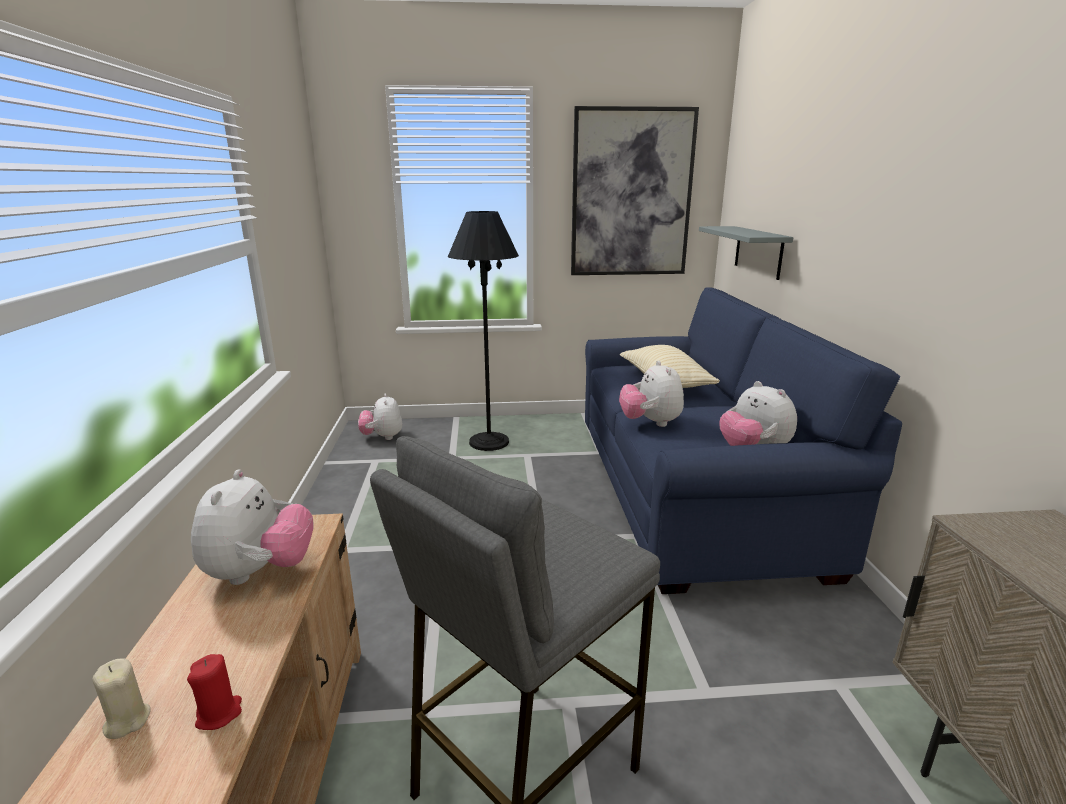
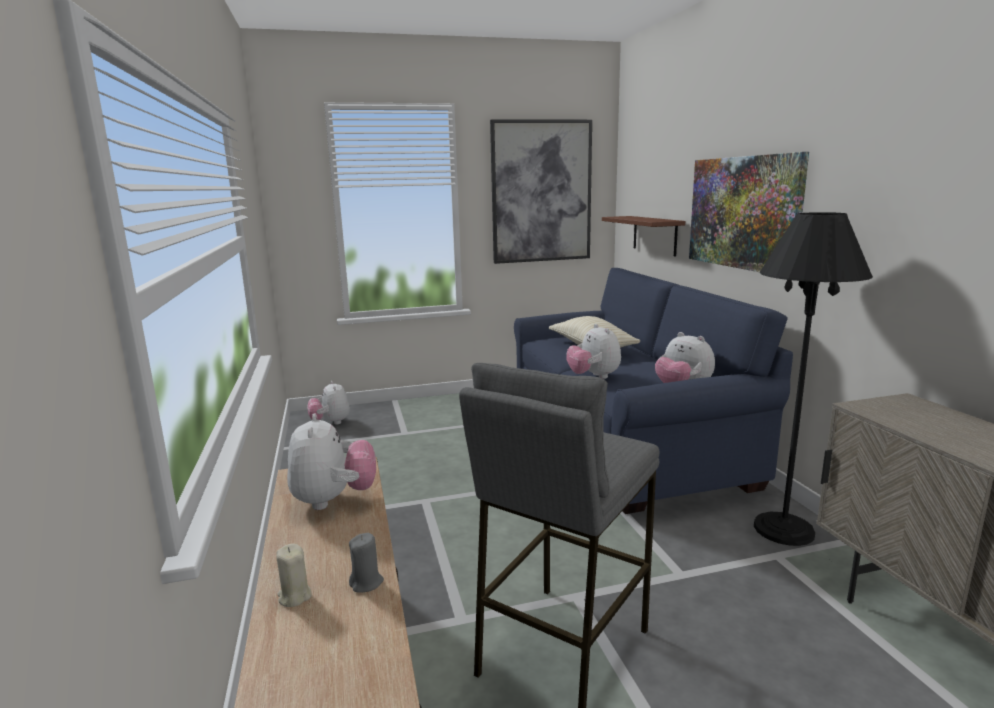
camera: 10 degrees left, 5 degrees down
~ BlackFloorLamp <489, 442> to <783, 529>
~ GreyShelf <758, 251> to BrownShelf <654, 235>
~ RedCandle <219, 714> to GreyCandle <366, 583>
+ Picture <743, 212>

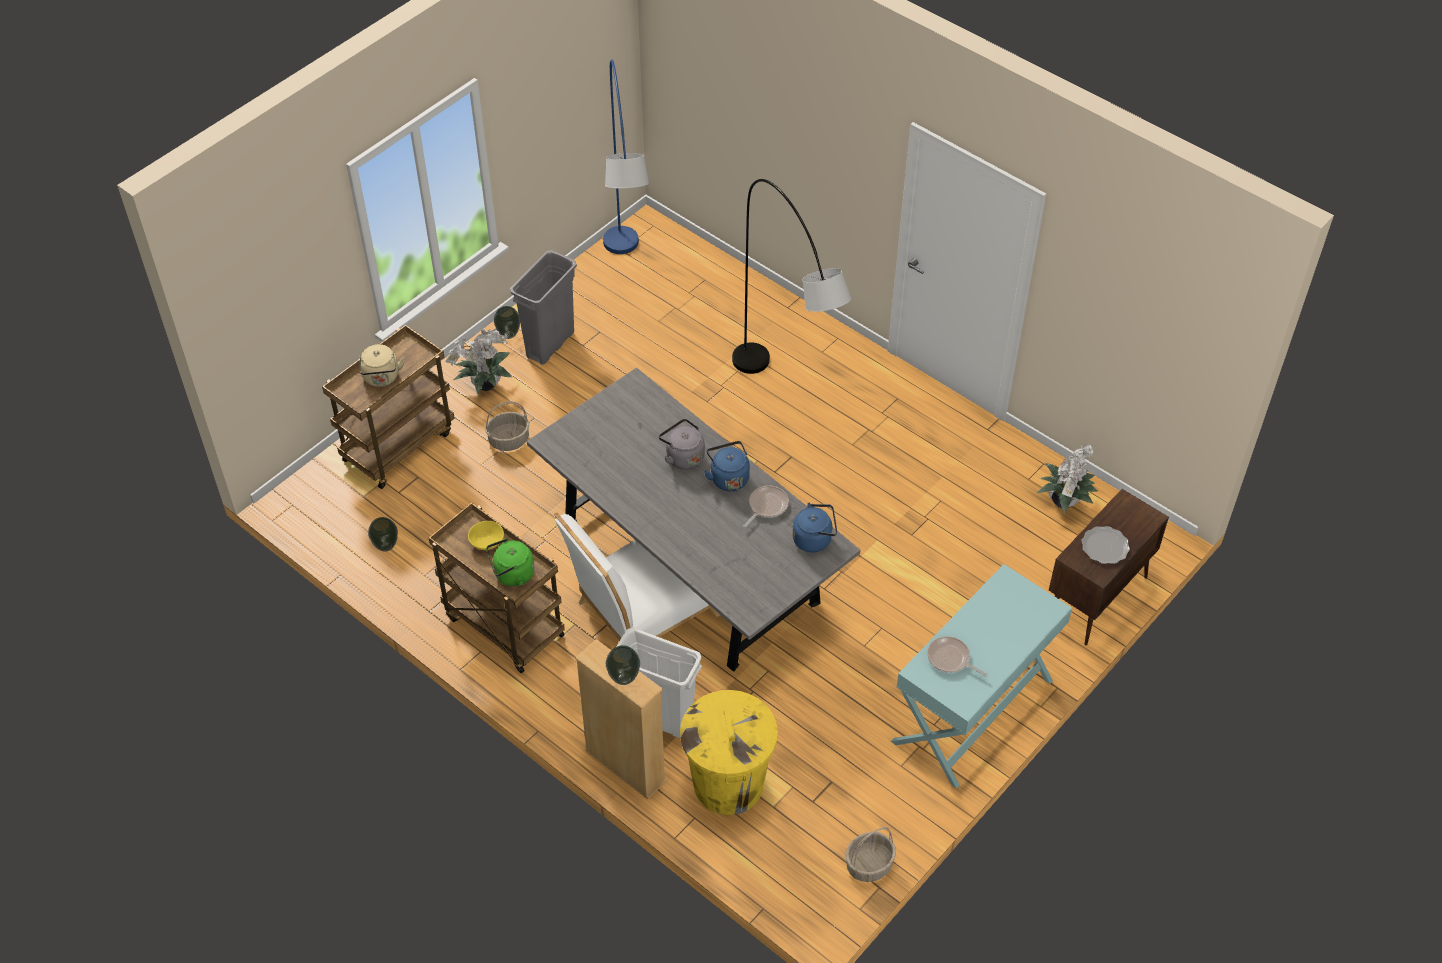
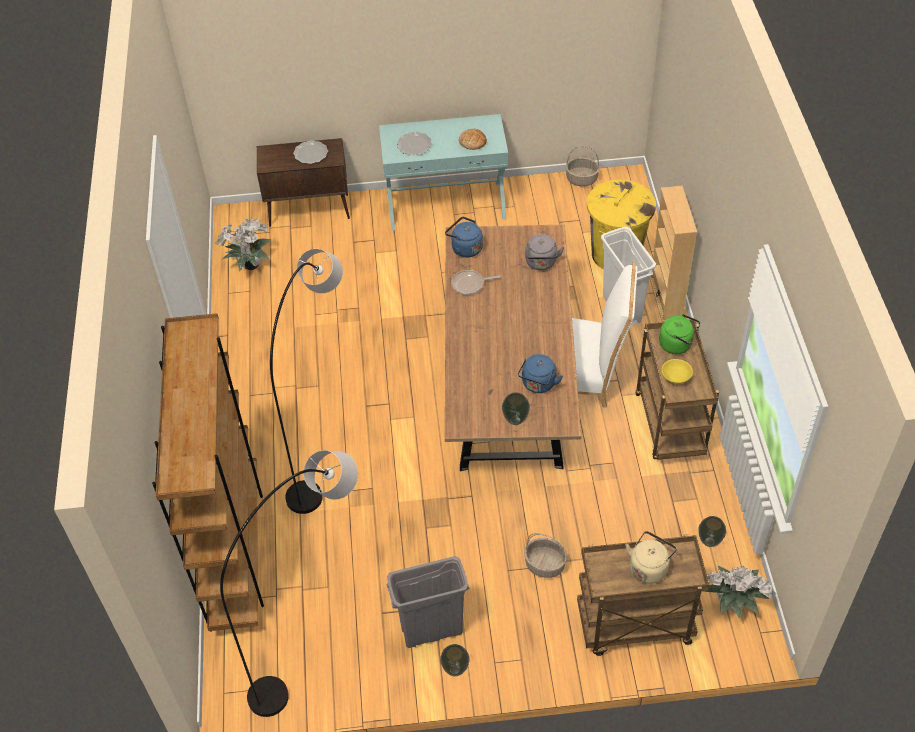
camera: 135 degrees left, 0 degrees up
~ BlueFloorLamp <628, 289> to GreyFloorLamp <316, 639>
~ PottedPlant <484, 385> to <733, 604>
~ GreyDiningTable <690, 562> to BrownDiningTable <508, 383>
~ GreyKettle <683, 457> to <541, 263>
~ BlueKettle <728, 477> to <538, 385>
~ FryingPan <950, 659> to Bread <472, 141>
~ Vase <623, 678> to <515, 420>
+ Plate <414, 145>
+ BrownBookcase <236, 551>

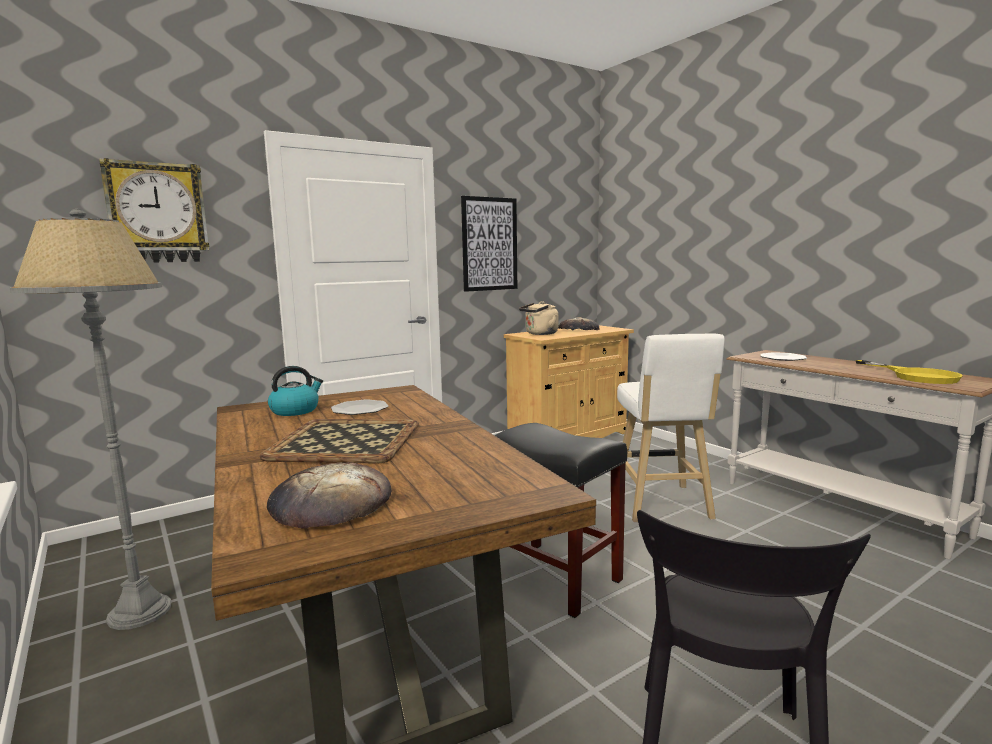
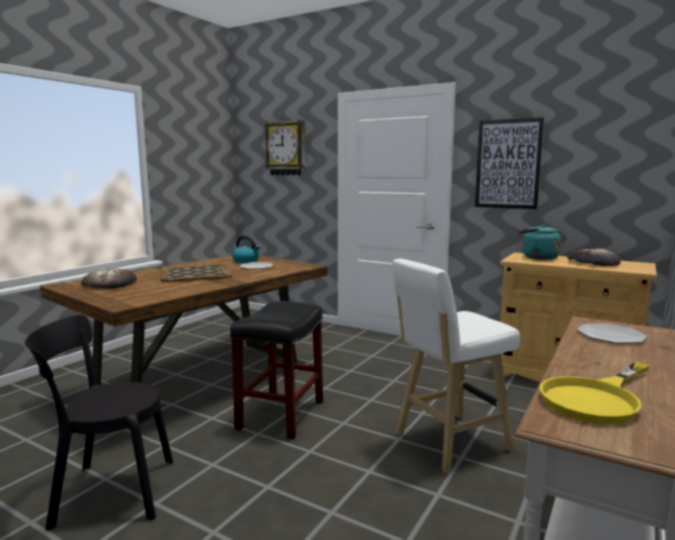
camera: 65 degrees right, 0 degrees up
- GreyFloorLamp <140, 611>
~ BeigeKettle <540, 334> to TurquoiseKettle <537, 257>

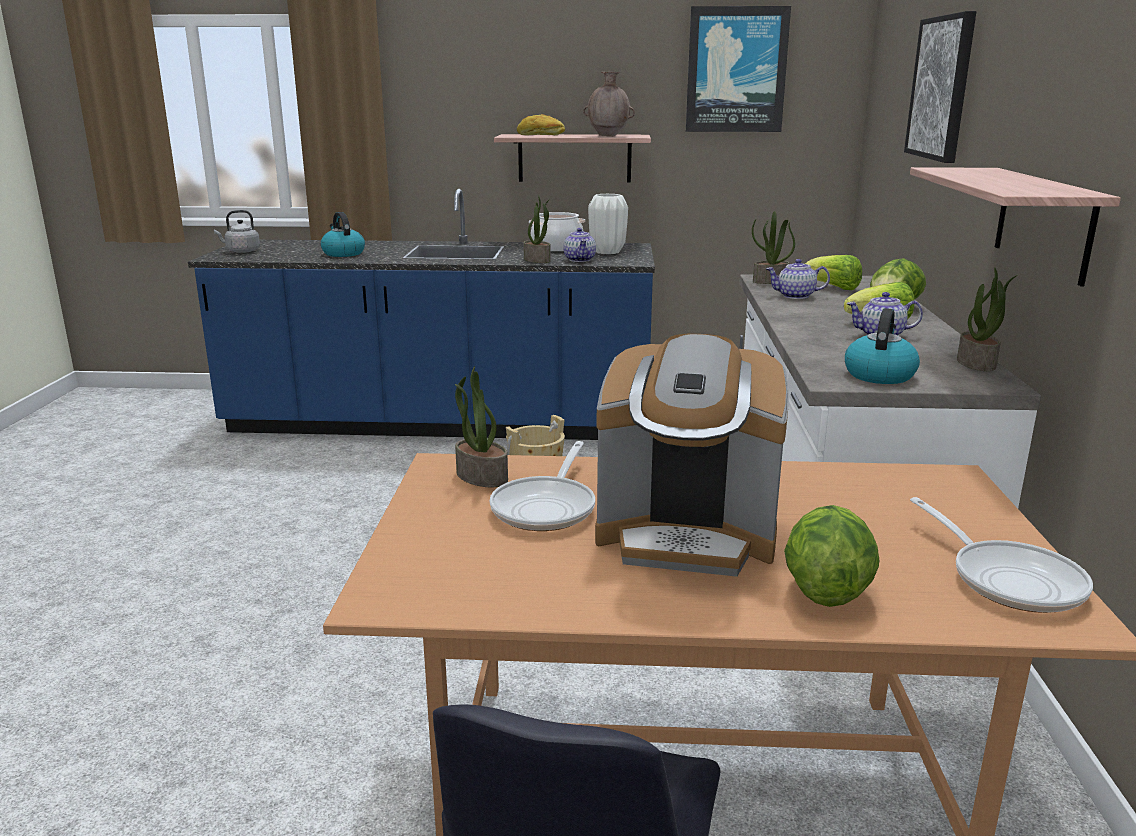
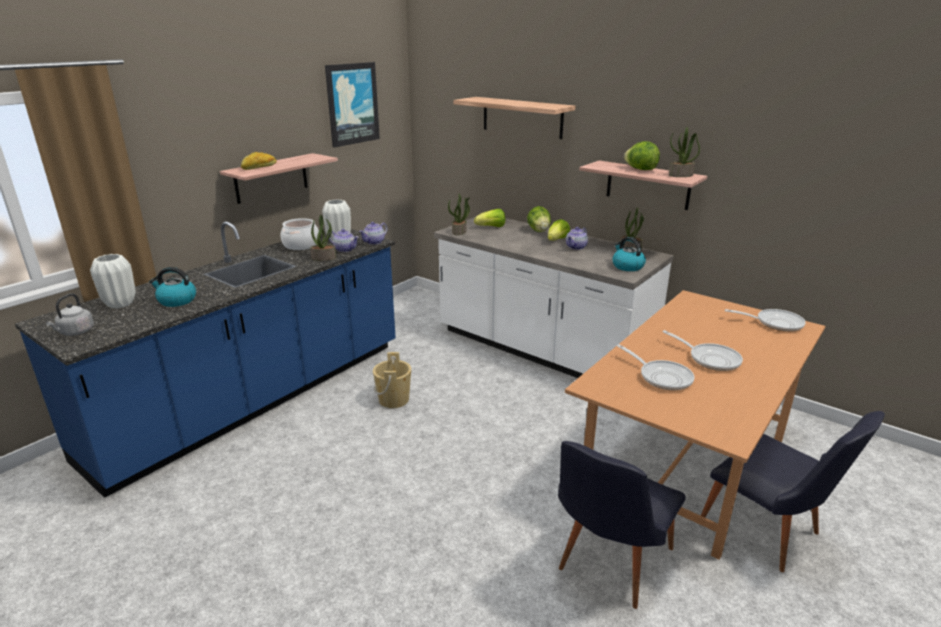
camera: 55 degrees left, 5 degrees up
~ Picture <941, 88> to Shelf <522, 117>
- BrownVase <608, 136>
~ Teapot <795, 296> to <374, 242>
~ CoffeeMachine <687, 536> to FryingPan <710, 359>
~ PottedPlant <480, 477> to <680, 175>
~ Lettuce <824, 590> to <640, 169>
+ WhiteVase <120, 304>
+ BlackChair <608, 564>

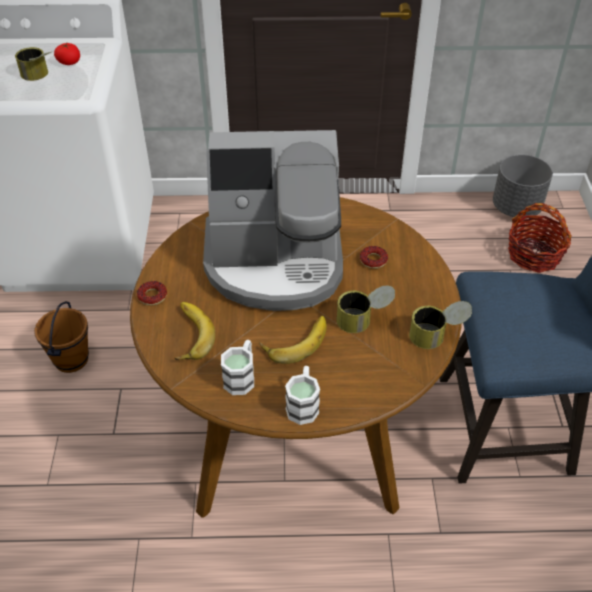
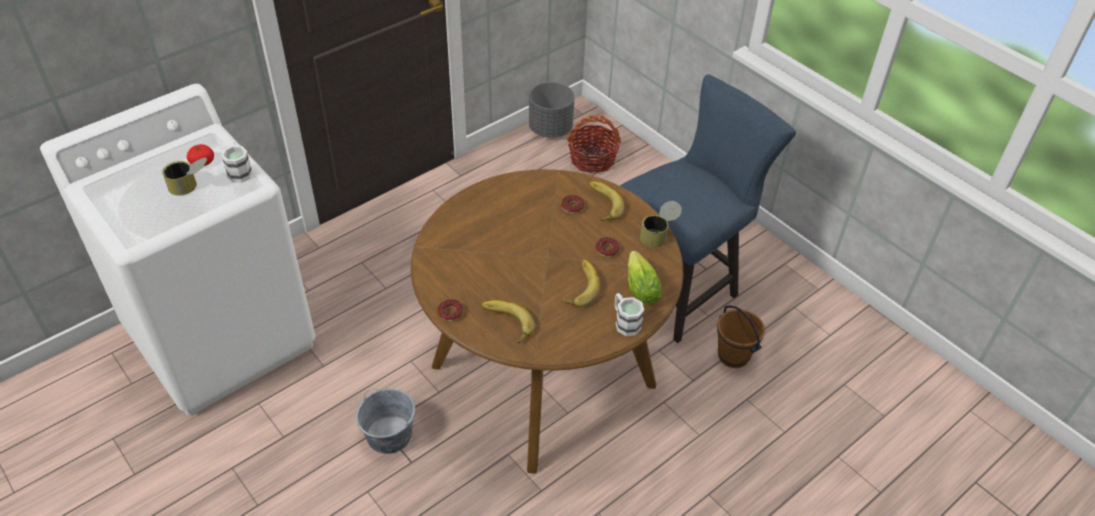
camera: 40 degrees left, 0 degrees up
- CoffeeMachine <275, 263>
~ Can <363, 320> to Donut <607, 249>
~ BrownBucket <72, 360> to <734, 356>
~ WhiteMug <241, 376> to <239, 171>
+ Banana <601, 204>
+ Lettuce <640, 286>
+ GreyBucket <389, 435>

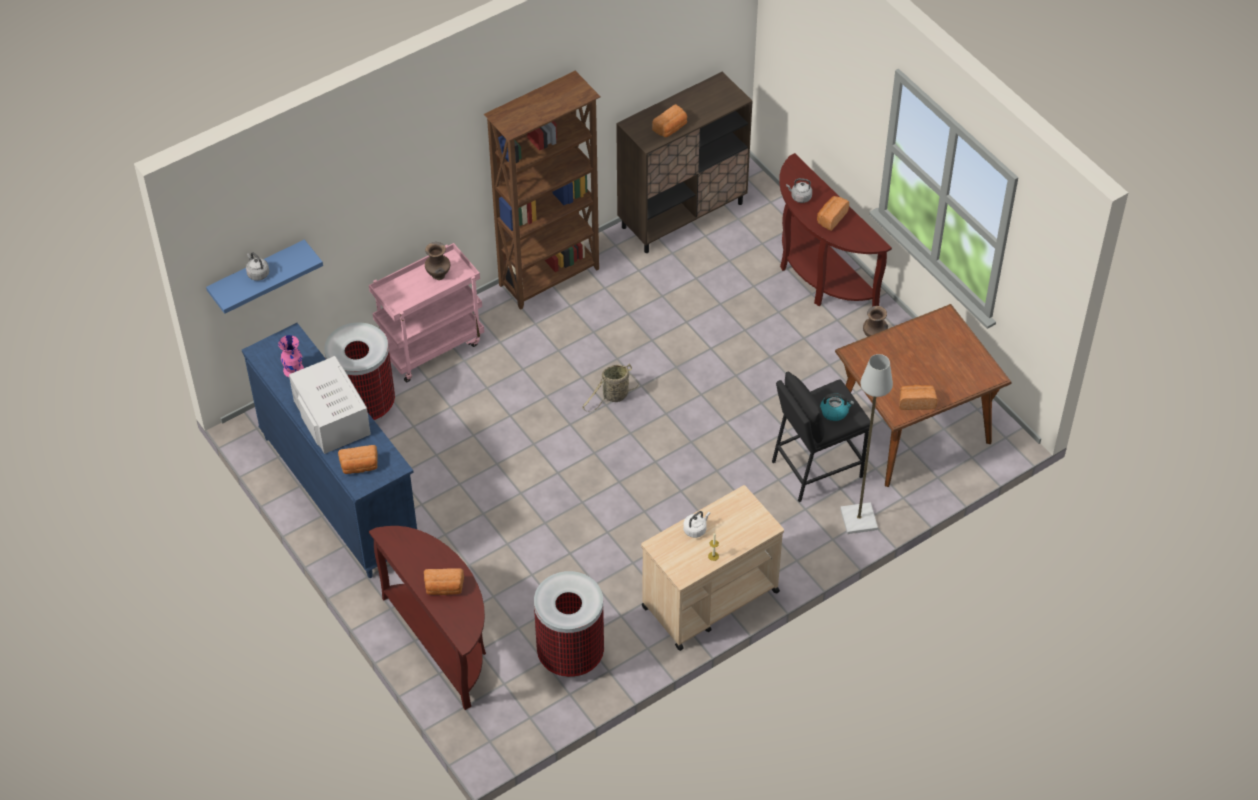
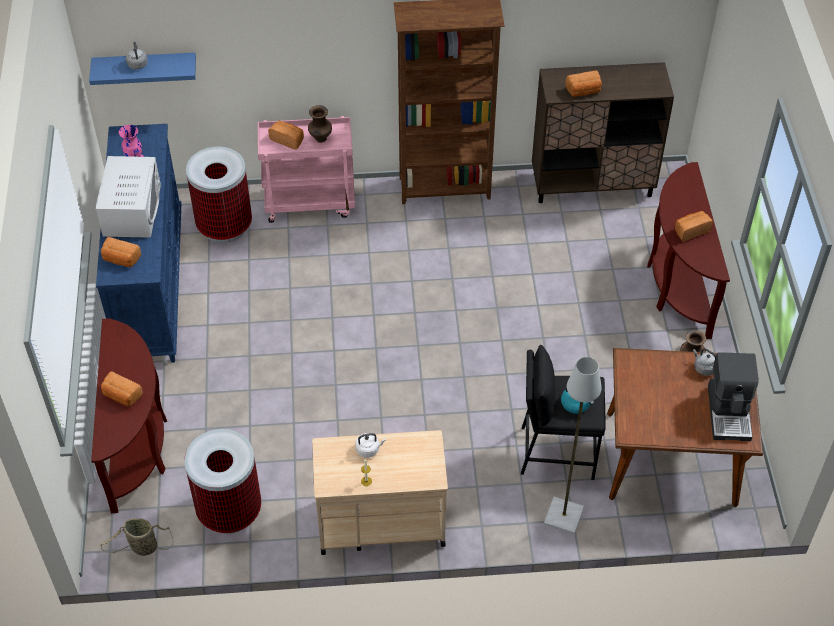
camera: 30 degrees right, 0 degrees up
~ GreyKettle <800, 197> to <703, 368>
~ Basket <614, 396> to <142, 547>
~ Bread <916, 402> to <288, 140>
+ CoffeeMachine <730, 412>

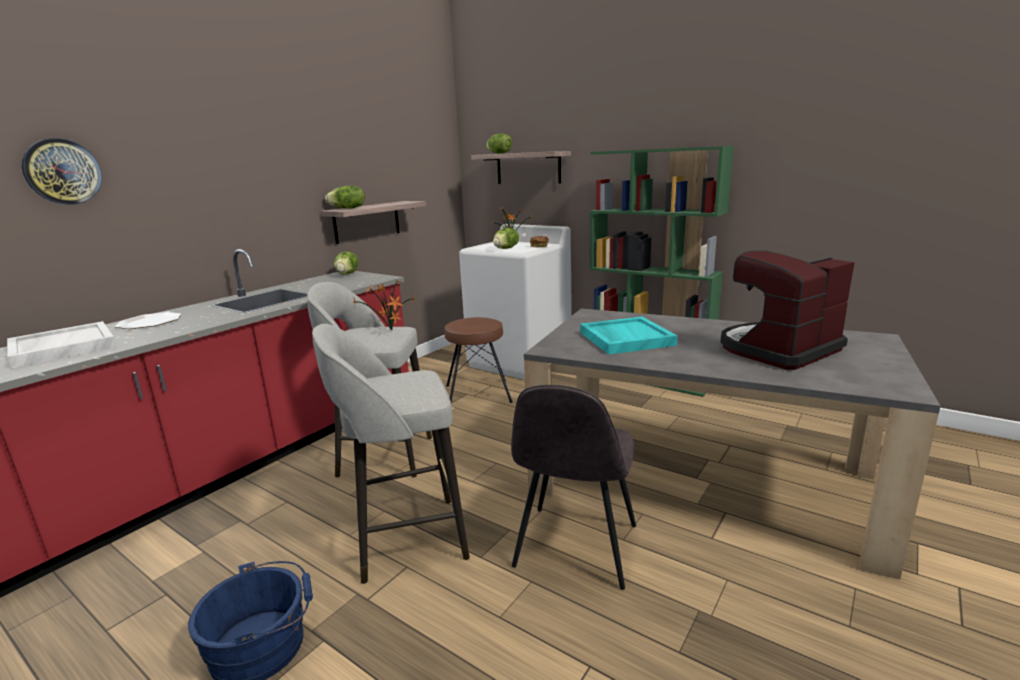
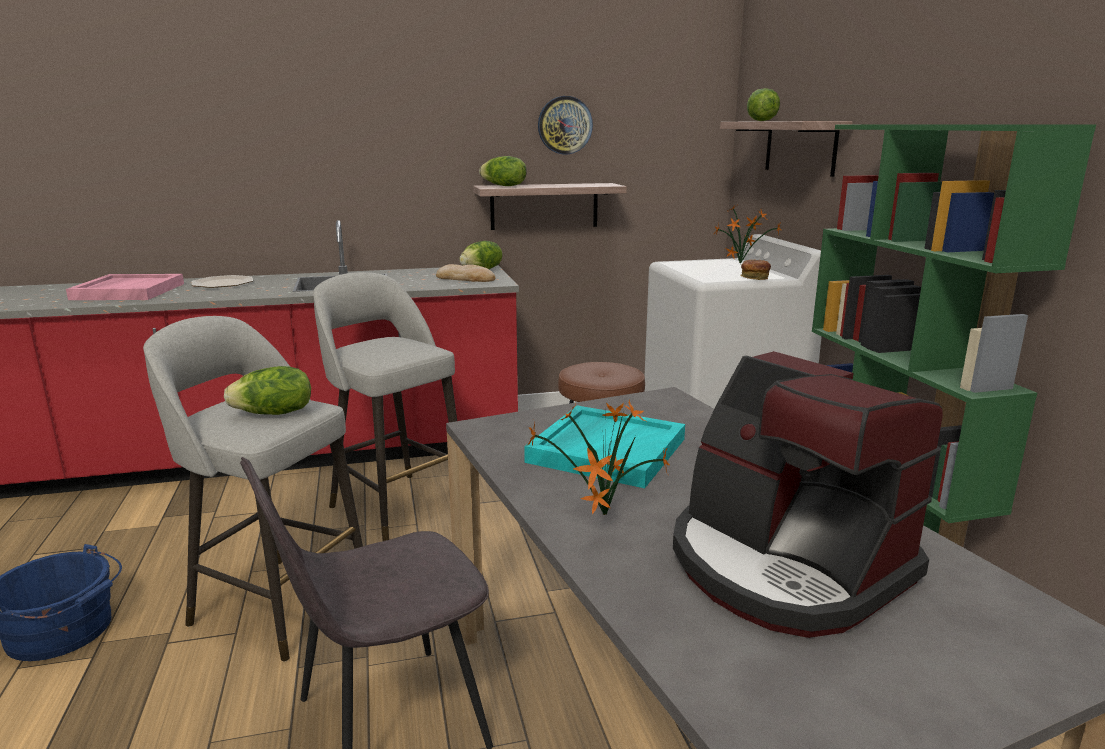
camera: 40 degrees right, 0 degrees up
~ WallClock <62, 172> to <564, 125>
~ Lettuce <506, 248> to <274, 413>
~ CoffeeMachine <777, 349> = <784, 566> 135 degrees counterclockwise
~ PottedPlant <391, 331> to <602, 517>
~ WhiteTray <62, 348> to PinkTray <128, 291>
+ Bread <466, 278>

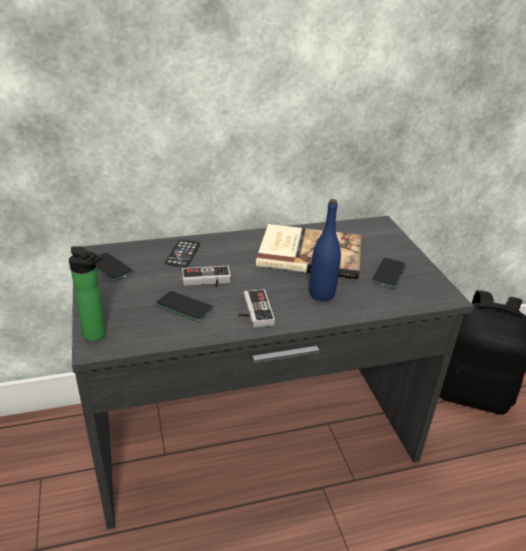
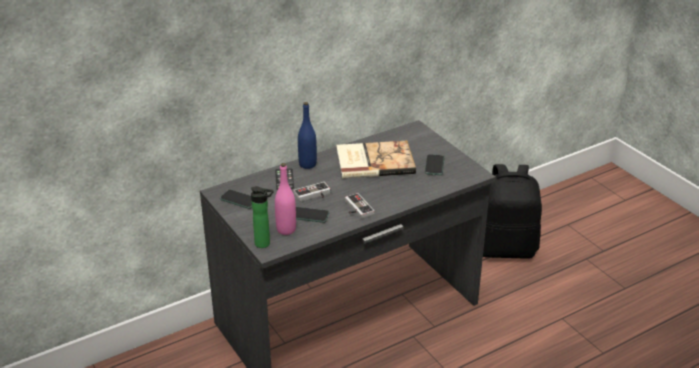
camera: 15 degrees left, 0 degrees up
~ BlueBottle <322, 294> to <307, 164>
+ PinkBottle <286, 229>

